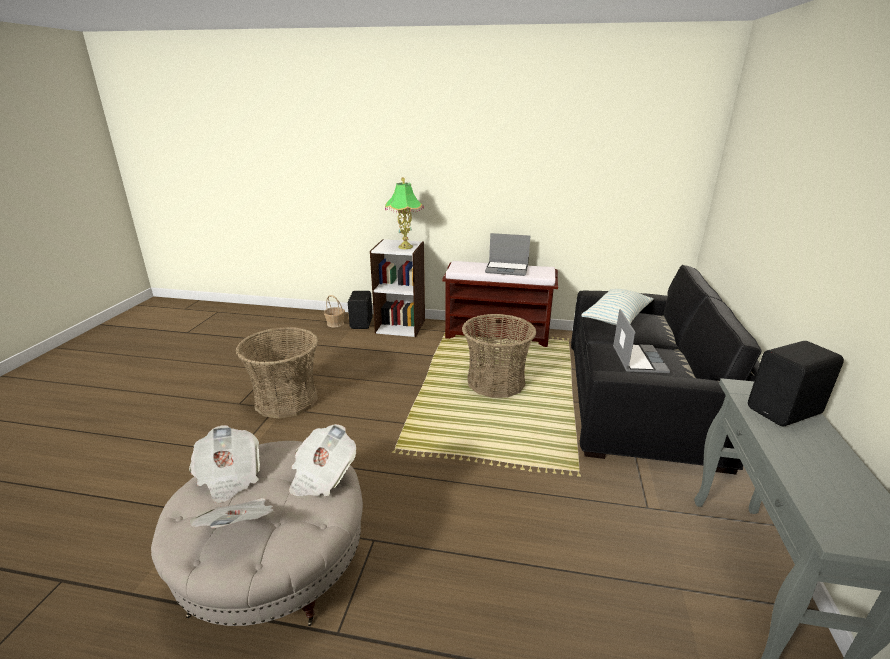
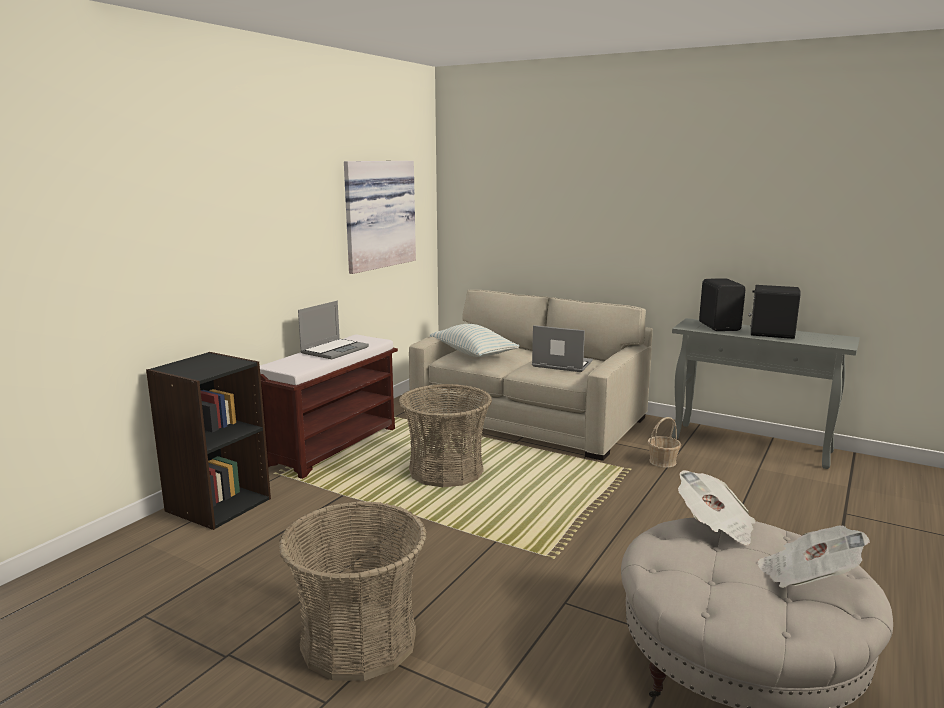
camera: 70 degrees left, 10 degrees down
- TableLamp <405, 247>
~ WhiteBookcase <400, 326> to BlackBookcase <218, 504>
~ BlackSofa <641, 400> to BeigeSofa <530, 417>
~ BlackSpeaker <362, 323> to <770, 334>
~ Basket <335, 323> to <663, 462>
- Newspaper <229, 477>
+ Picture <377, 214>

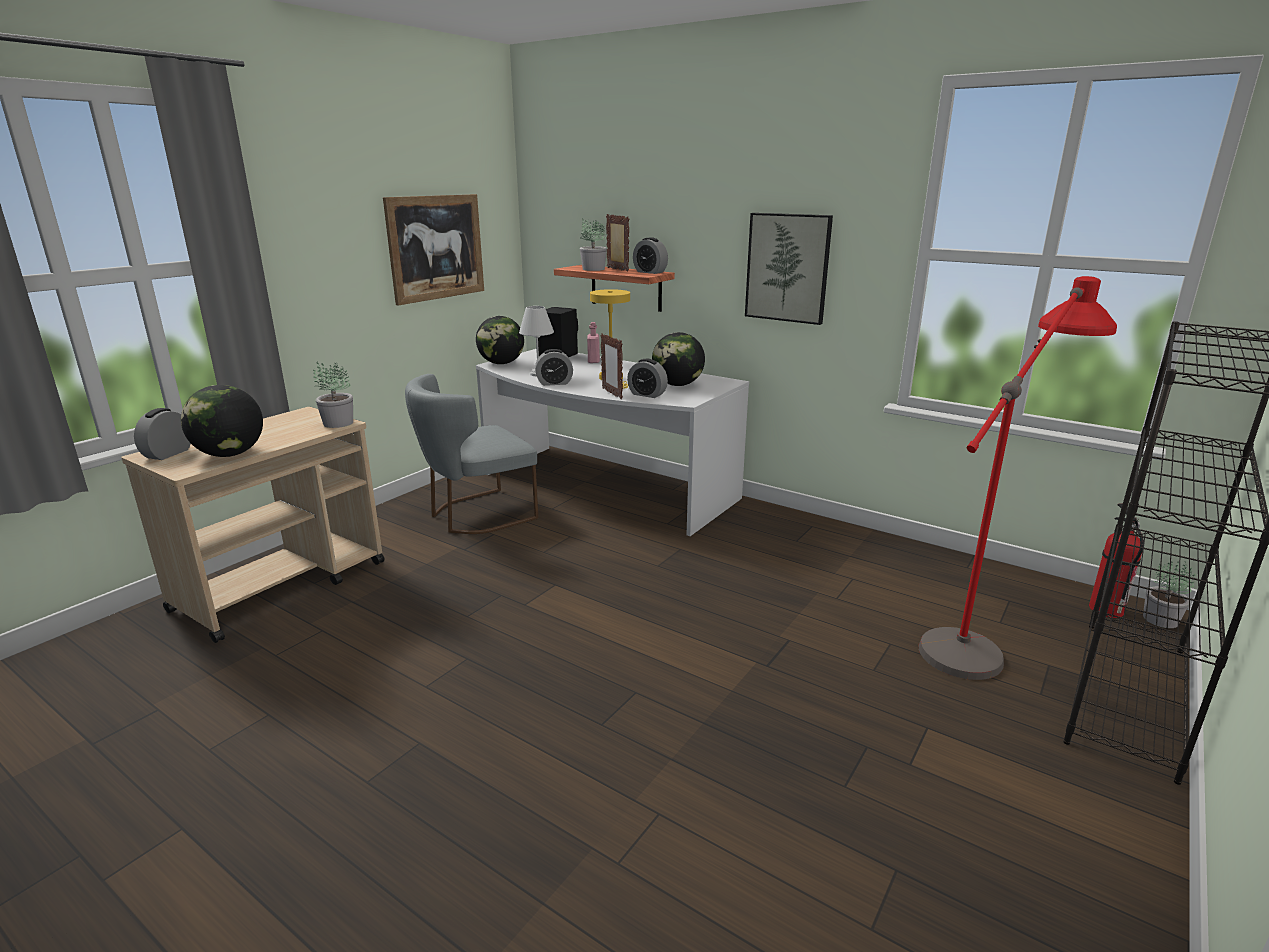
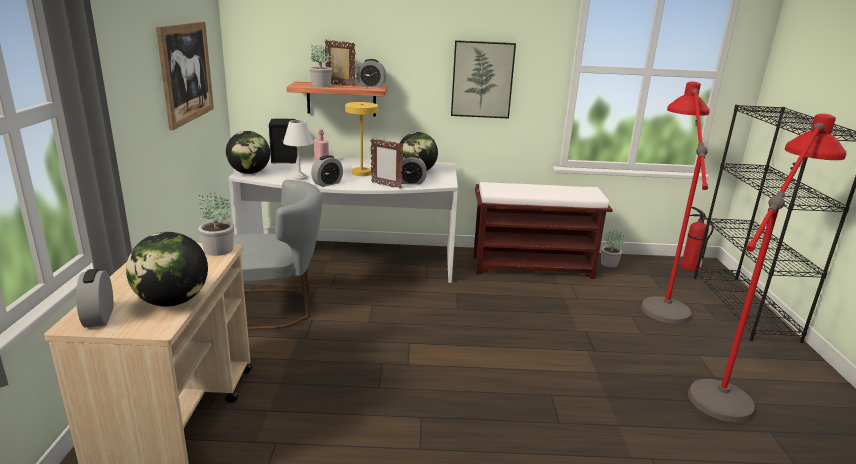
camera: 35 degrees left, 0 degrees up
~ GreyChair <475, 515> = <276, 308> 120 degrees counterclockwise
~ PottedPlant <1161, 620> to <609, 263>
+ RedFloorLamp <734, 382>
+ BrownBench <533, 266>

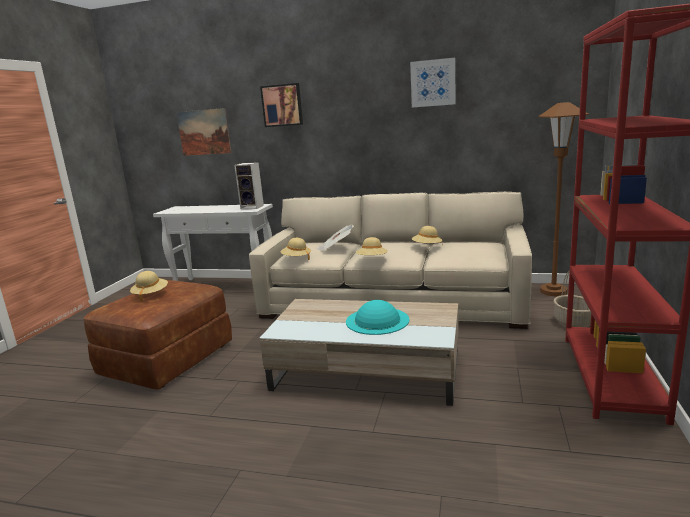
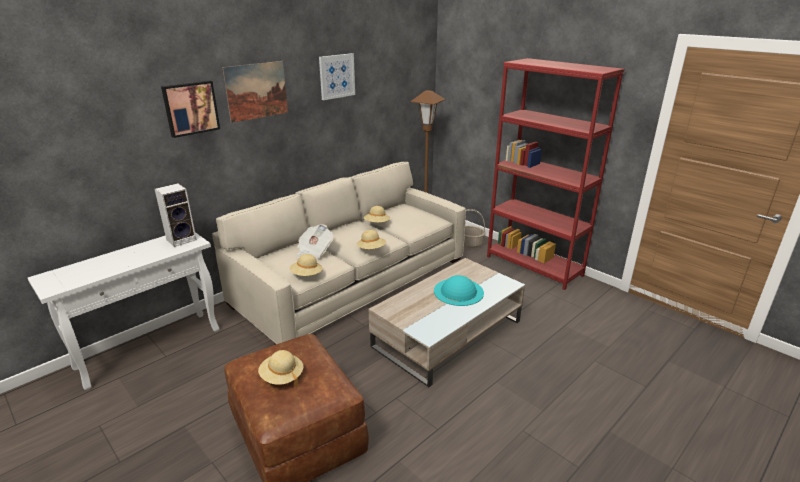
camera: 60 degrees left, 10 degrees up
~ Picture <204, 132> to <256, 91>

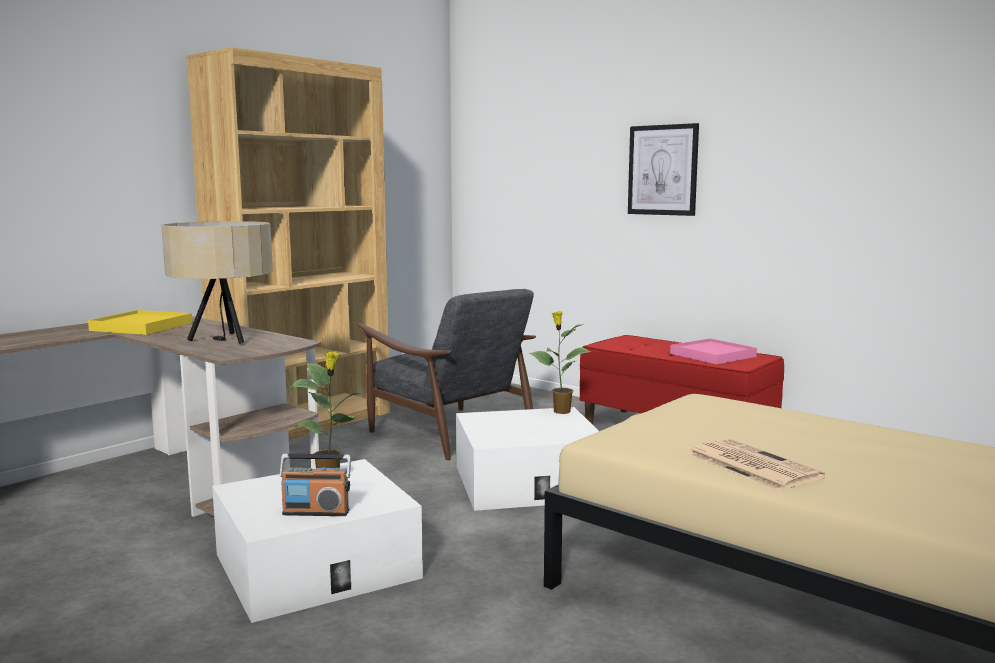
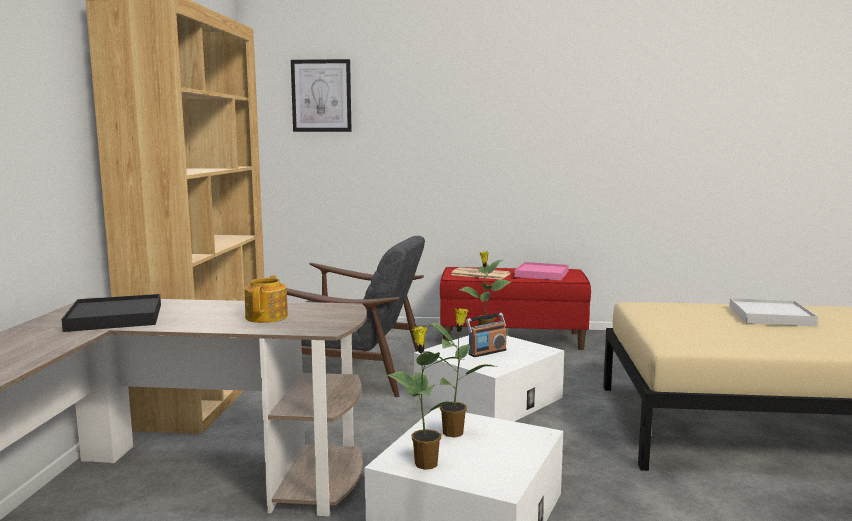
camera: 35 degrees left, 0 degrees up
~ Picture <662, 170> to <321, 96>
~ BeigeTableLamp <224, 340> to Teapot <267, 317>
~ YellowTray <142, 327> to BlackTray <115, 317>
~ Newspaper <750, 465> to <479, 274>
~ Radio <316, 512> to <487, 352>
+ WhiteTray <770, 316>
+ PottedPlant <424, 463>

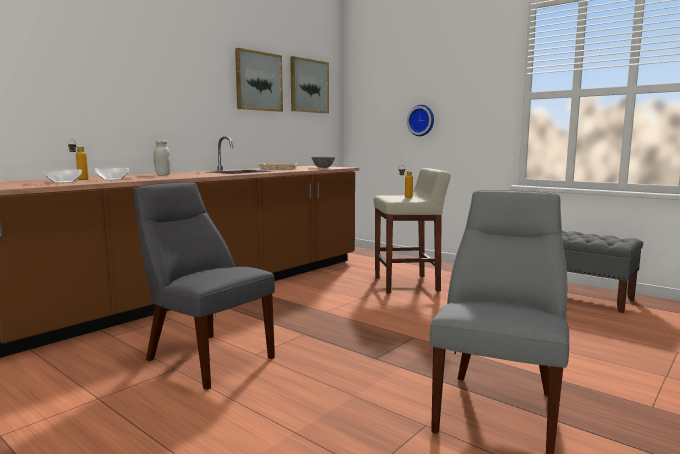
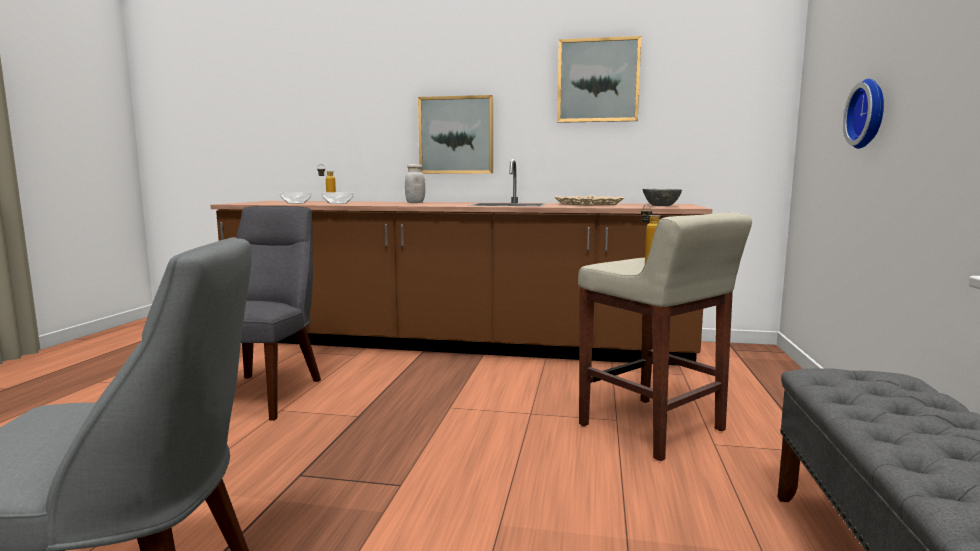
camera: 60 degrees right, 0 degrees up
~ Picture <309, 86> to <456, 135>

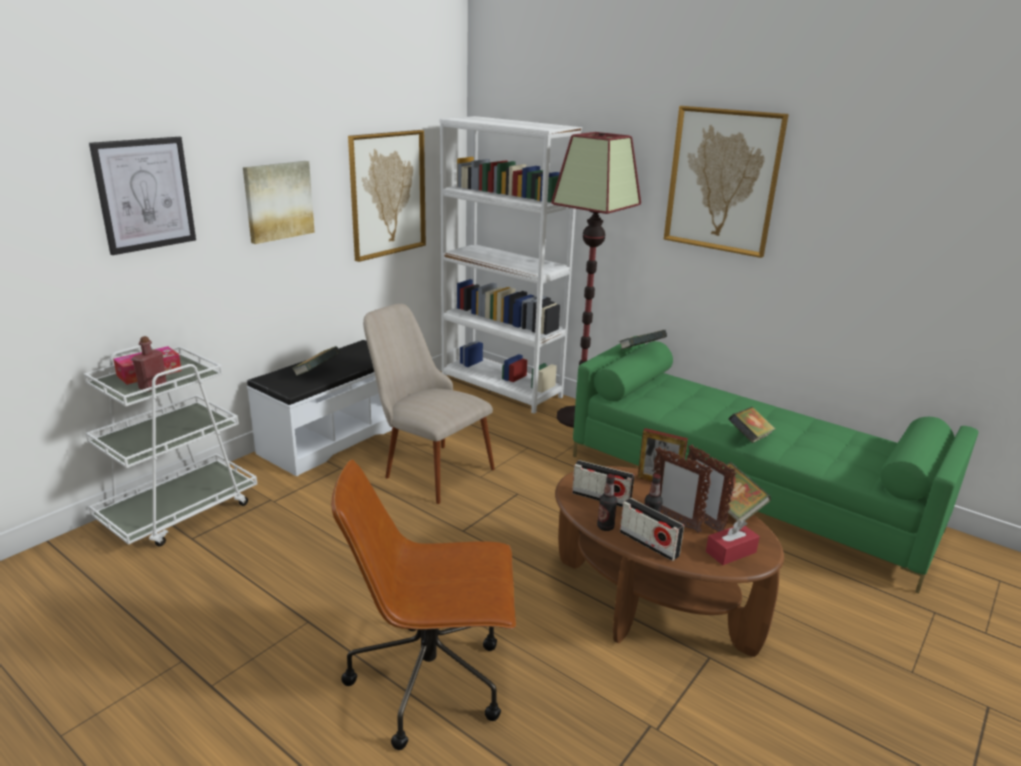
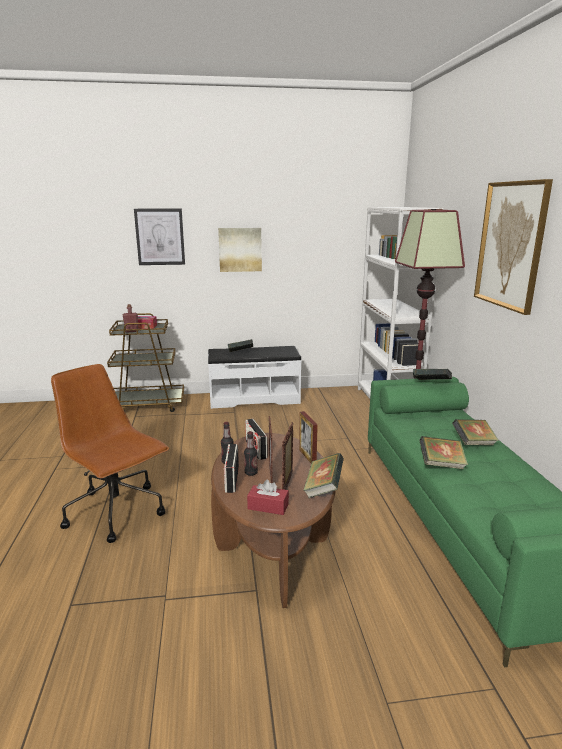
camera: 45 degrees right, 5 degrees down
- Picture <387, 194>
- BeigeChair <427, 467>
~ WhiteCart <180, 511> to BrownCart <147, 405>
+ Book <473, 443>

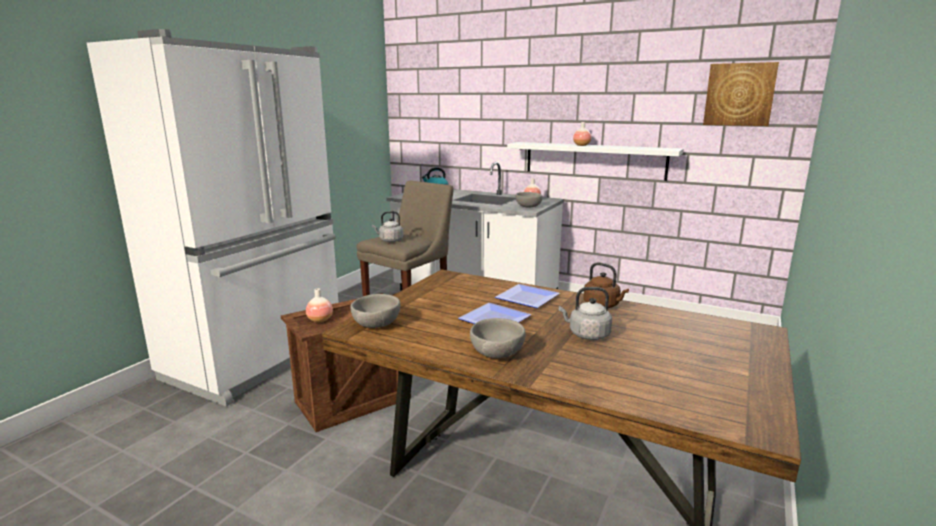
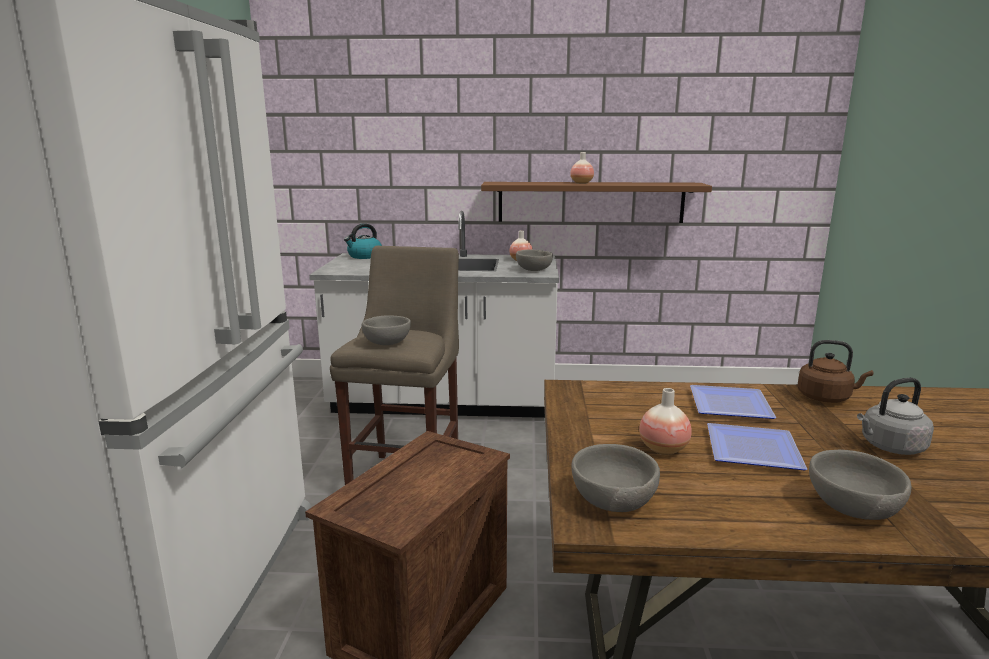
camera: 25 degrees left, 0 degrees up
- Picture <739, 94>
~ WhiteShelf <594, 160> to BrownShelf <590, 202>
~ GreyKettle <390, 240> to GreyBowl <386, 343>
~ Vase <320, 320> to <663, 449>

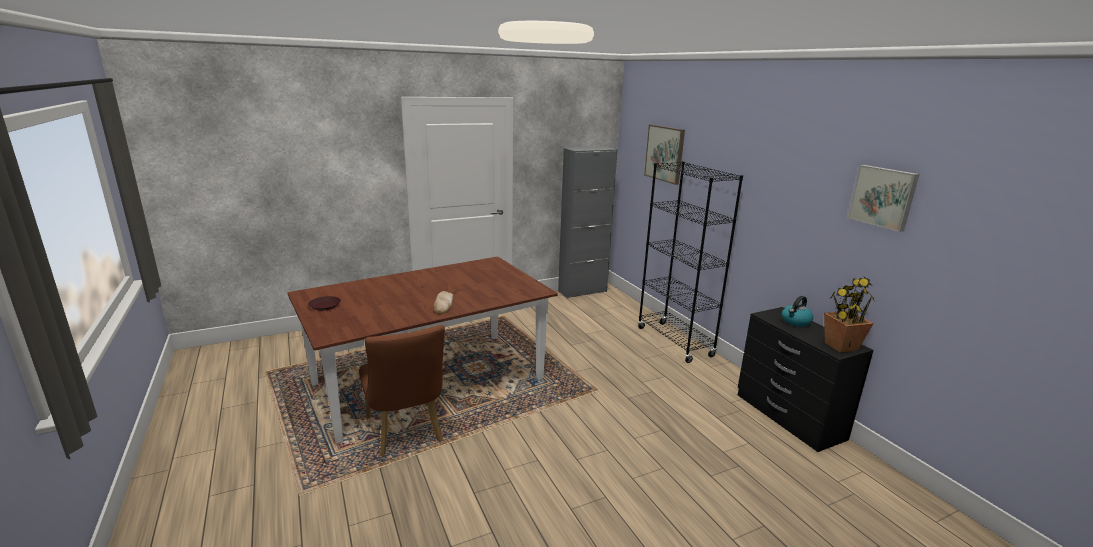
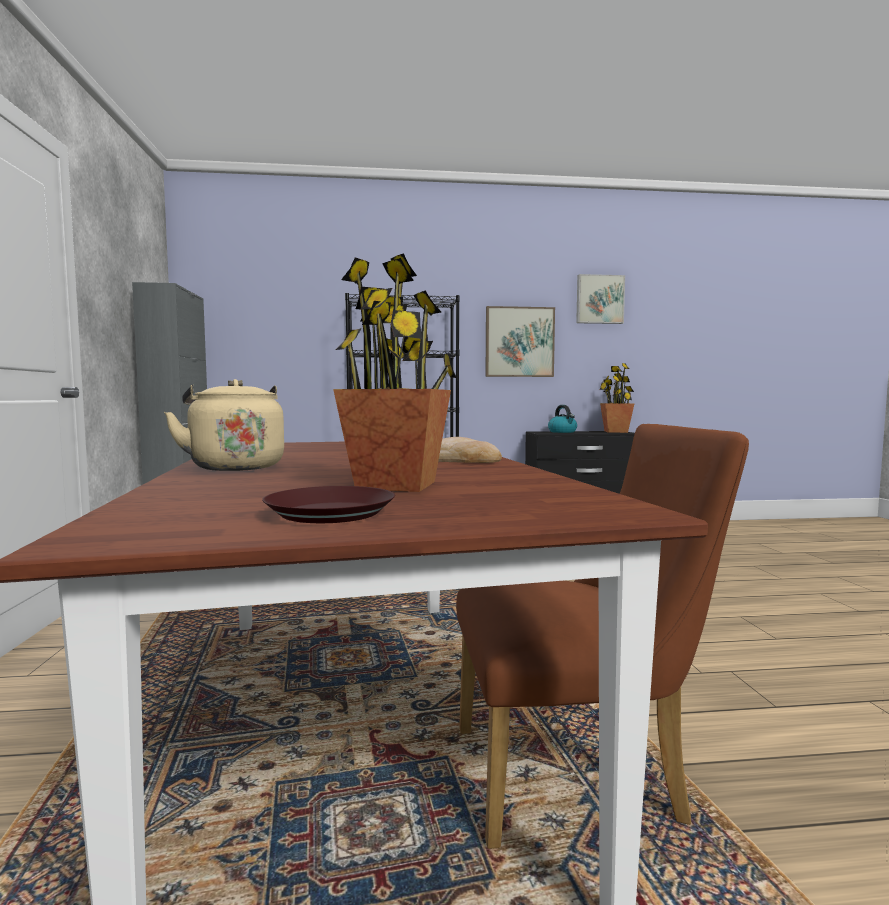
camera: 70 degrees left, 15 degrees down
~ Picture <665, 153> to <519, 342>
+ PottedPlant <397, 485>
+ BeigeKettle <235, 467>

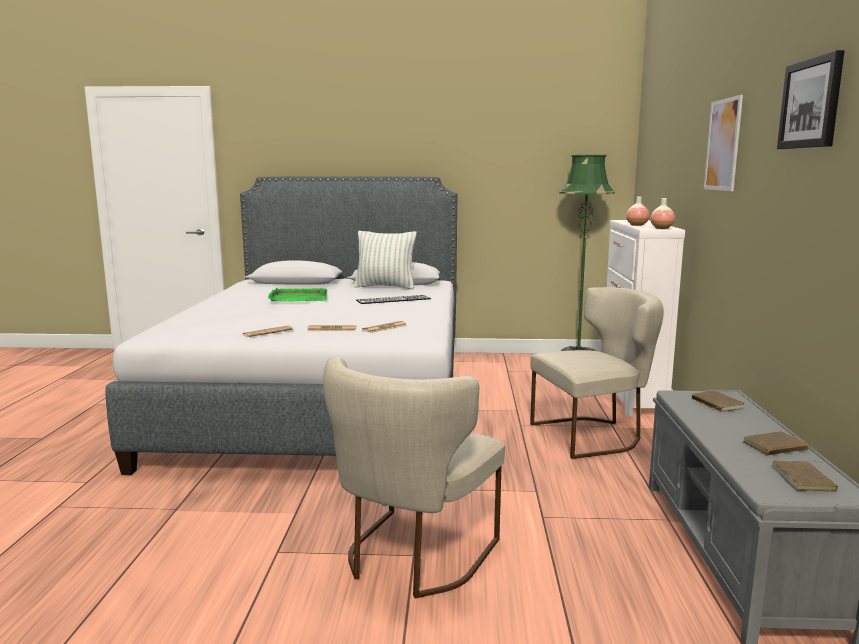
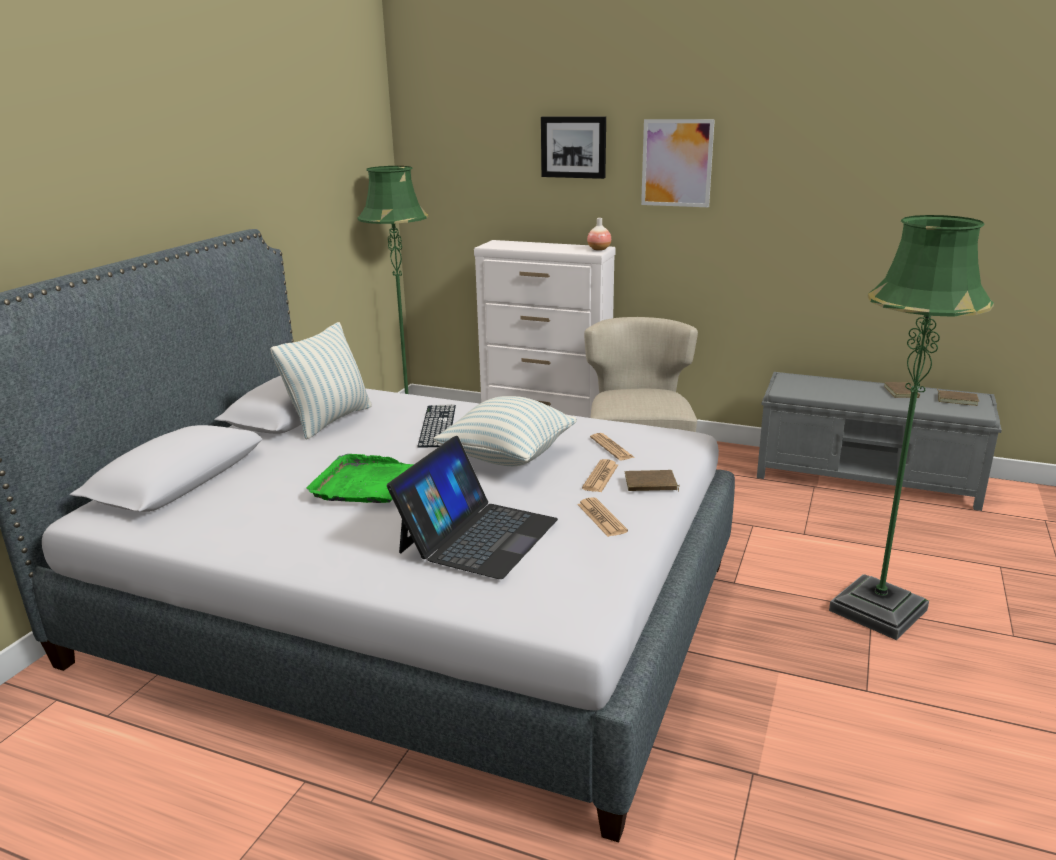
camera: 70 degrees left, 10 degrees up
~ Picture <811, 103> to <573, 147>
- Vase <637, 225>
~ BeigeChair <412, 558> to GreenFloorLamp <877, 610>
~ BrownBook <715, 404> to <650, 485>
+ Pillow <507, 457>
+ Laptop <478, 535>

